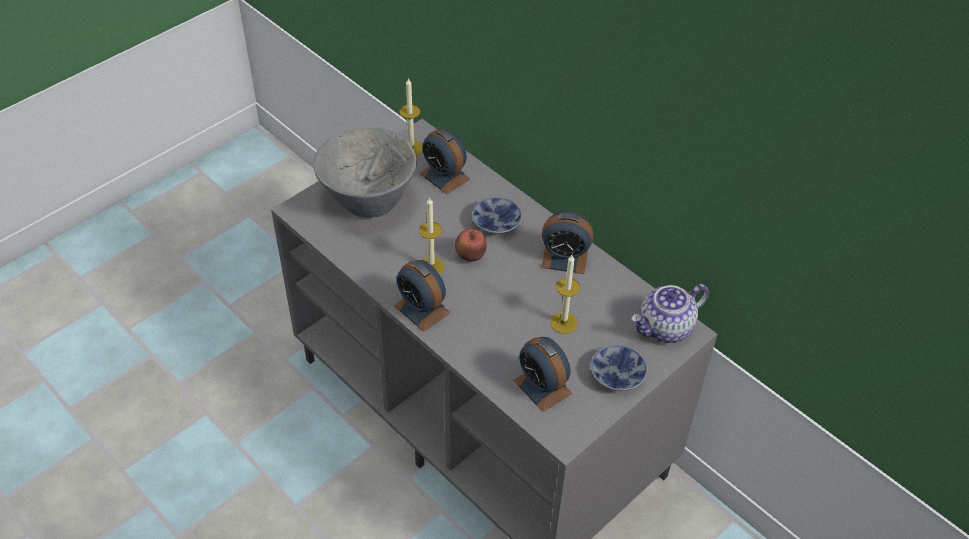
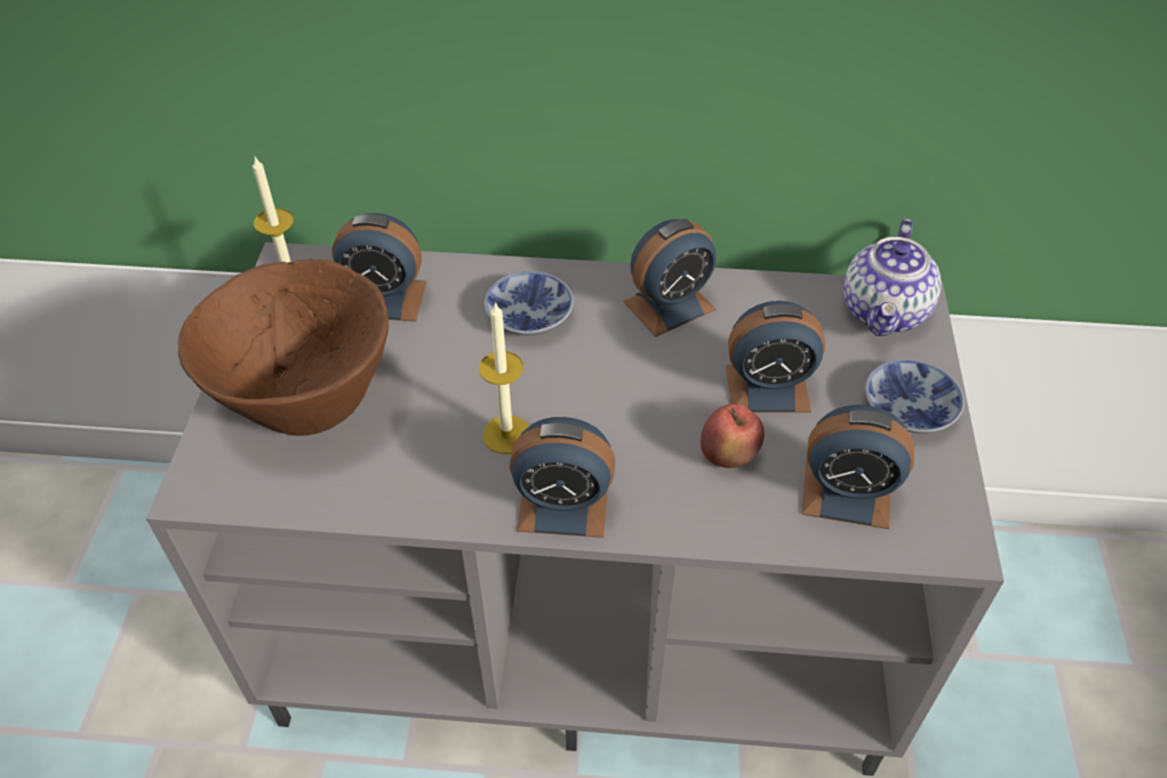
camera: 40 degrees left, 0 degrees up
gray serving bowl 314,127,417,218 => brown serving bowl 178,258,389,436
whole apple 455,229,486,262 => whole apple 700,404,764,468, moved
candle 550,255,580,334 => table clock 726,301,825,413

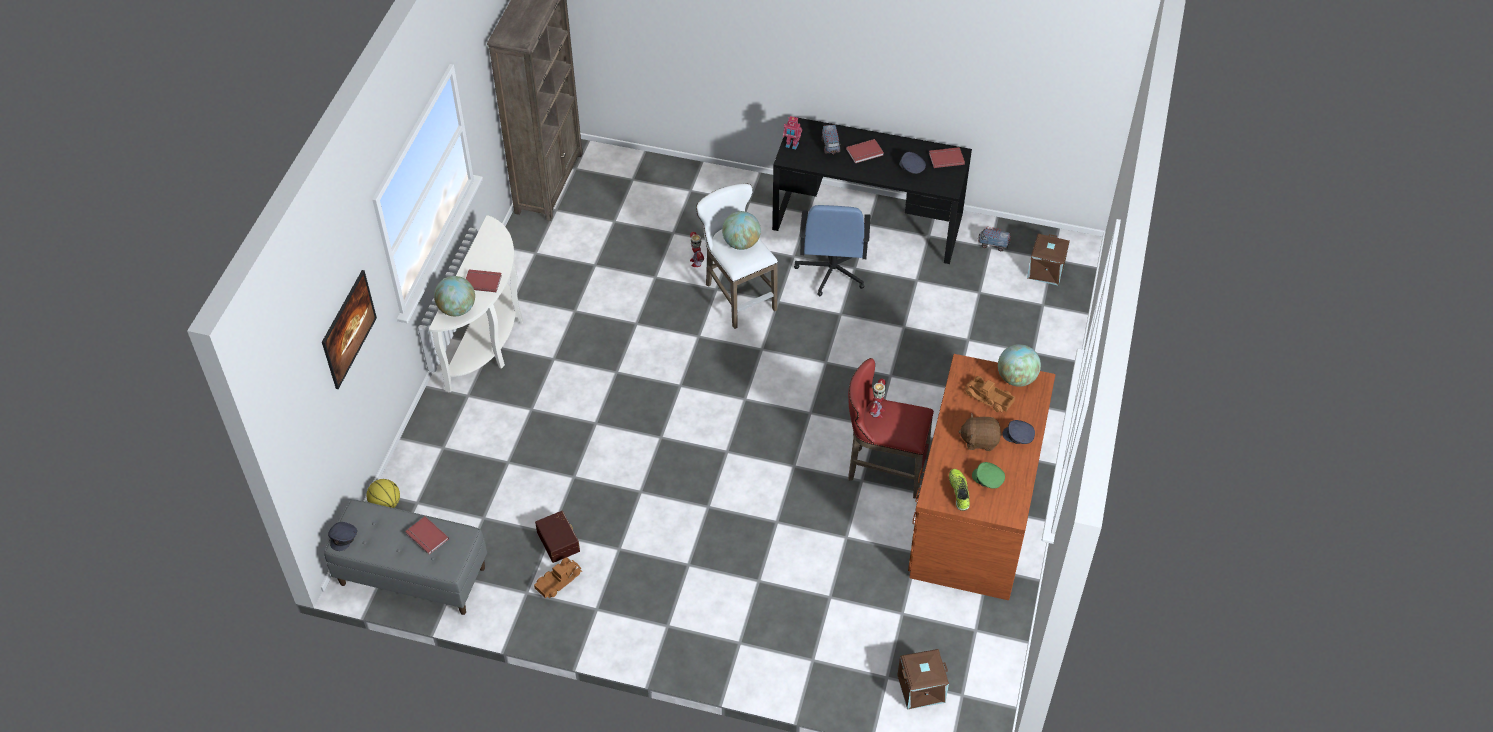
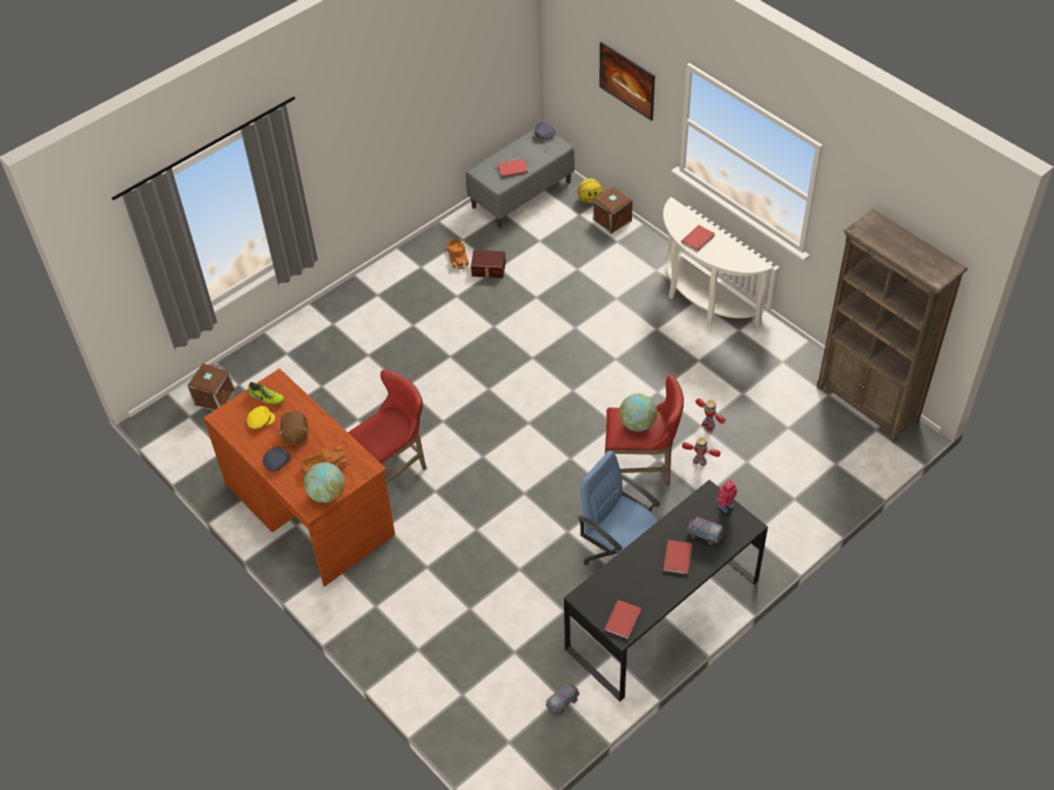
camera: 125 degrees right, 0 degrees up
gray cap 899,152,926,174 => nothing
white sitting stool 696,183,778,329 => red-coloured sitting stool 605,375,684,487
brown storage container 1027,234,1070,286 => brown storage container 593,187,633,234, moved
globe 434,276,475,316 => nothing
robot figure 869,378,886,419 => robot figure 695,399,726,430, moved
brown cuddly toy 958,413,1002,451 => brown cuddly toy 278,411,308,445, 135 degrees clockwise
green-coloured cap 972,462,1005,488 => yellow-coloured cap 247,406,275,429

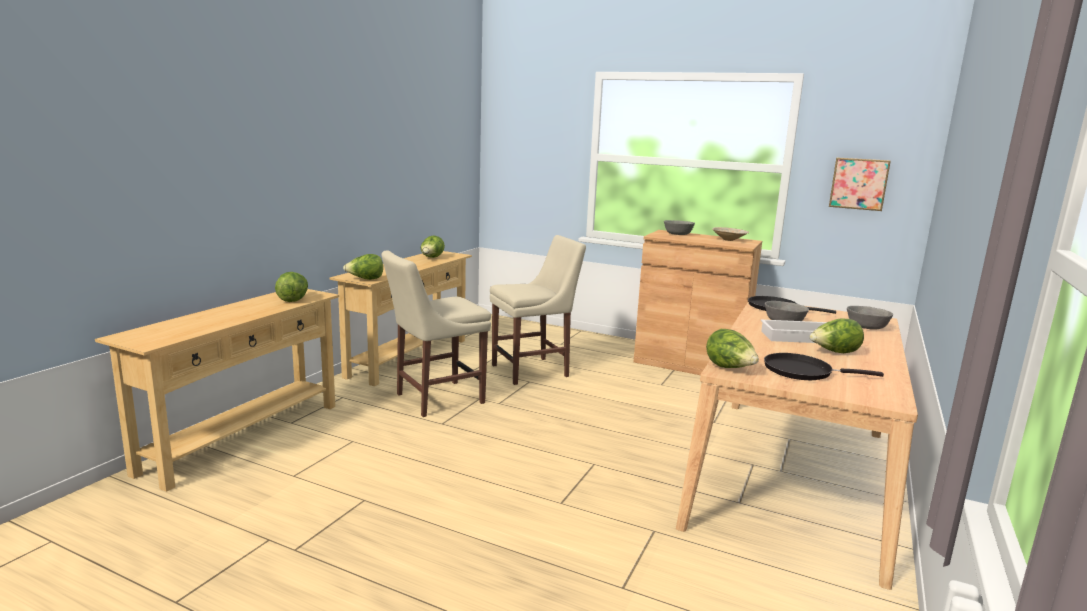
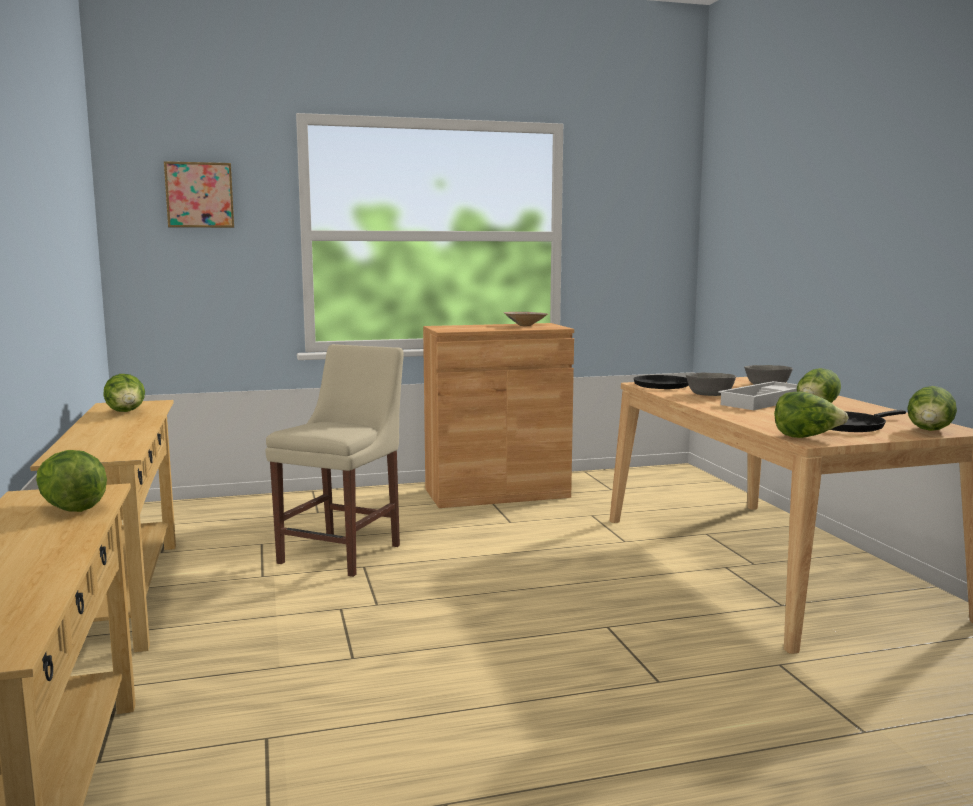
camera: 40 degrees left, 5 degrees down
picture 829,158,891,211 => picture 164,161,234,228, moved
gray serving bowl 664,220,695,235 => nothing
beige upright chair 382,250,491,417 => nothing
lettuce head 343,254,383,280 => lettuce head 907,386,957,431, moved

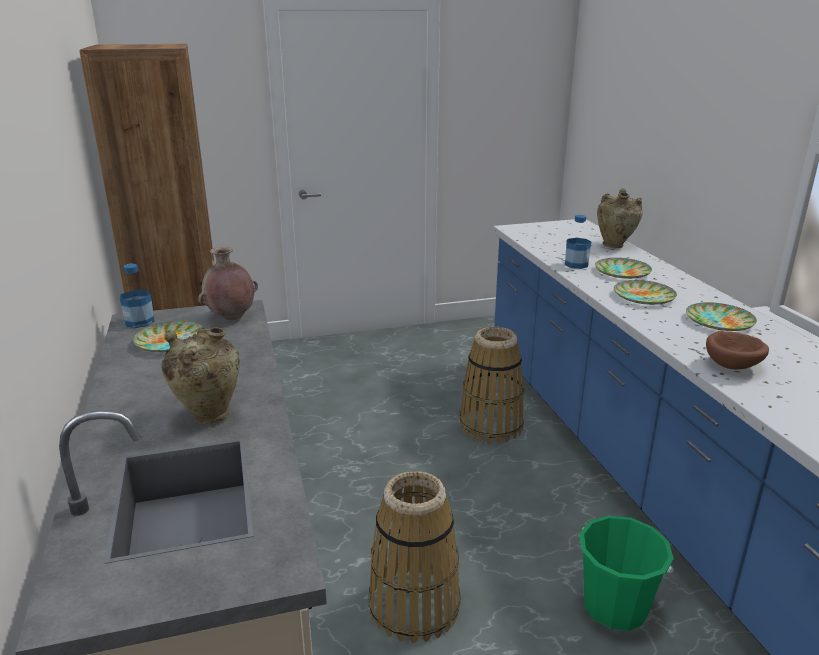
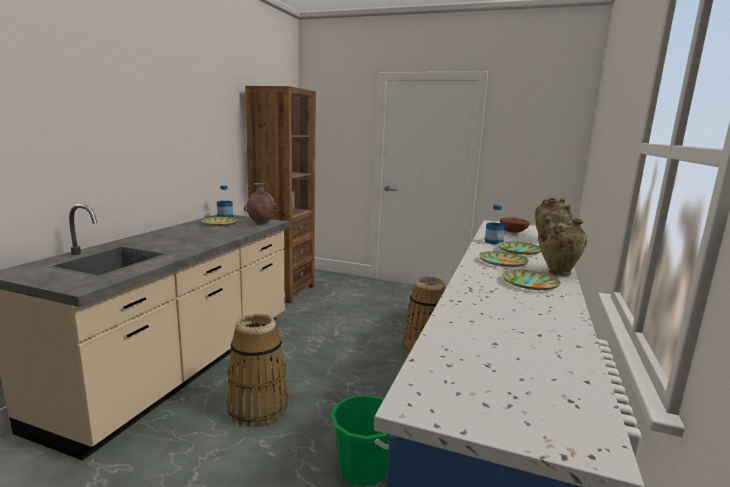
camera: 35 degrees right, 10 degrees down
beige decorative vase 161,327,240,424 => beige decorative vase 538,216,587,276, moved
brown serving bowl 706,331,769,369 => brown serving bowl 500,217,530,233, moved

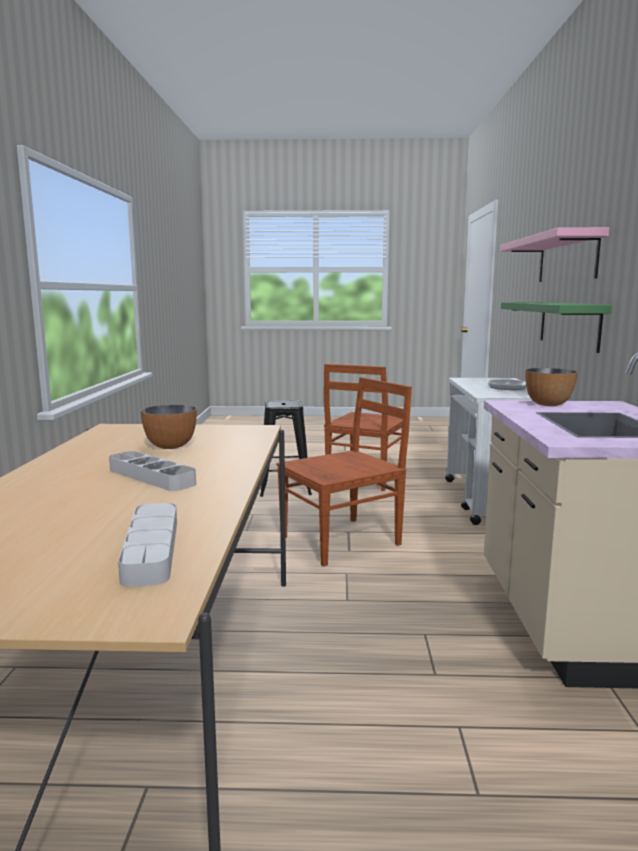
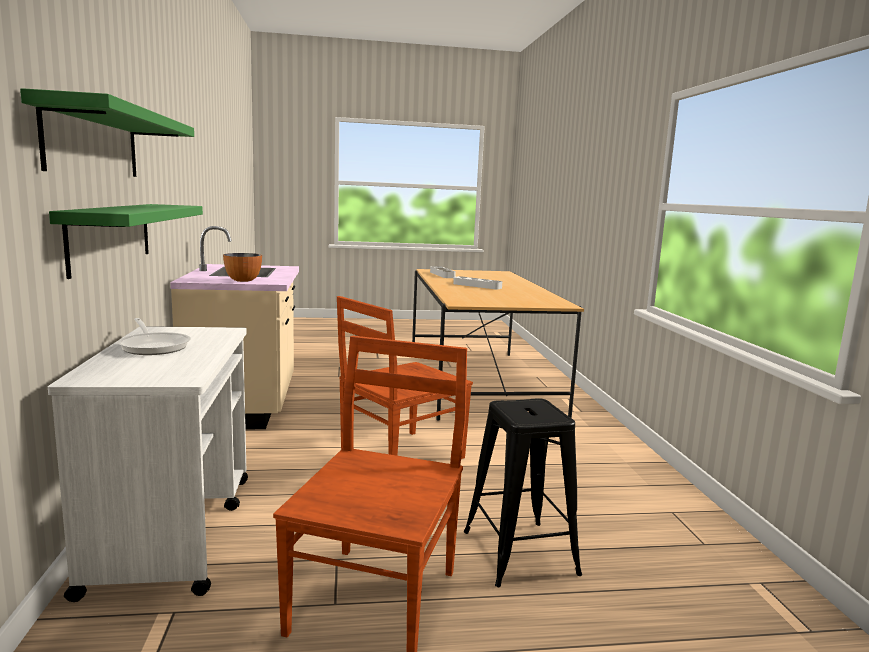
camera: 170 degrees right, 0 degrees up
pink wall shelf 500,227,609,282 => green-coloured wall shelf 20,88,194,177
serving bowl 140,405,197,449 => nothing

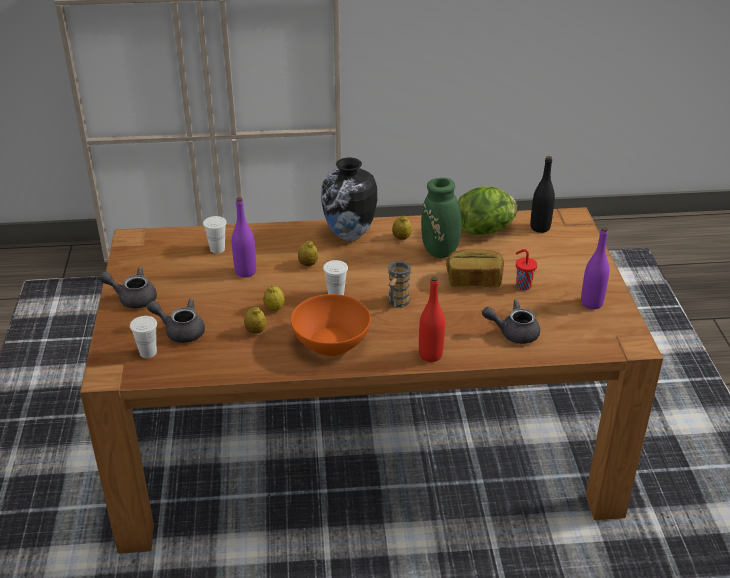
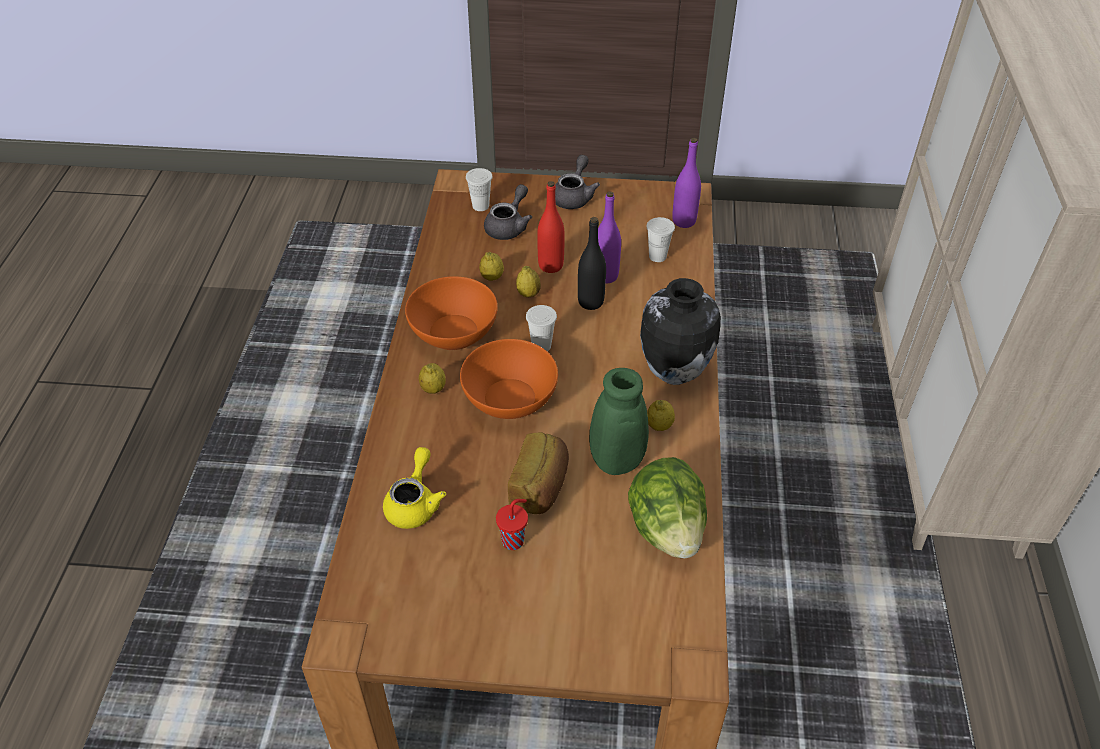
camera: 100 degrees right, 10 degrees up
black-coloured beverage bottle 530,156,555,233 => black-coloured beverage bottle 578,217,606,310, moved
purplish beverage bottle 581,227,609,310 => purplish beverage bottle 672,138,701,228, moved
citrus fruit 298,241,318,267 => citrus fruit 419,363,446,394, moved
coffee mug 387,261,412,308 => orange-coloured serving bowl 460,339,558,419
red-coloured beverage bottle 419,276,445,362 => red-coloured beverage bottle 537,181,565,273, moved
gray teapot 482,299,540,344 => yellow-coloured teapot 383,447,446,529

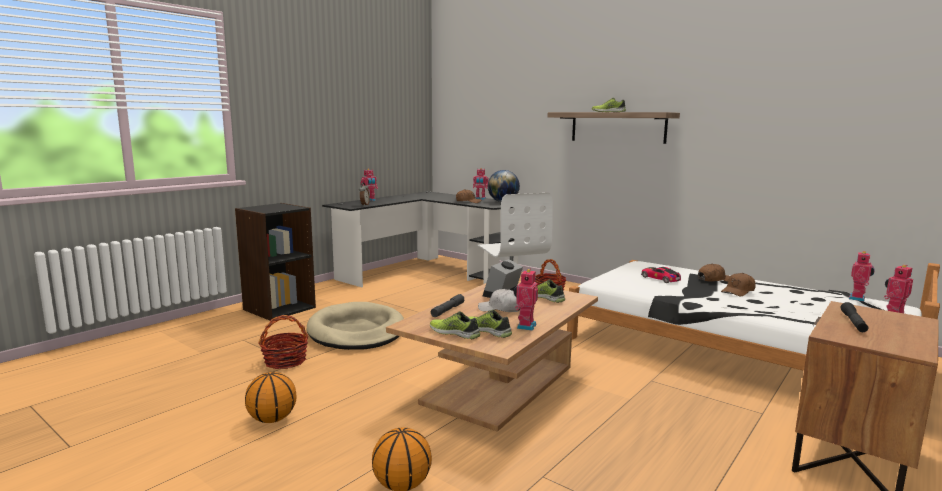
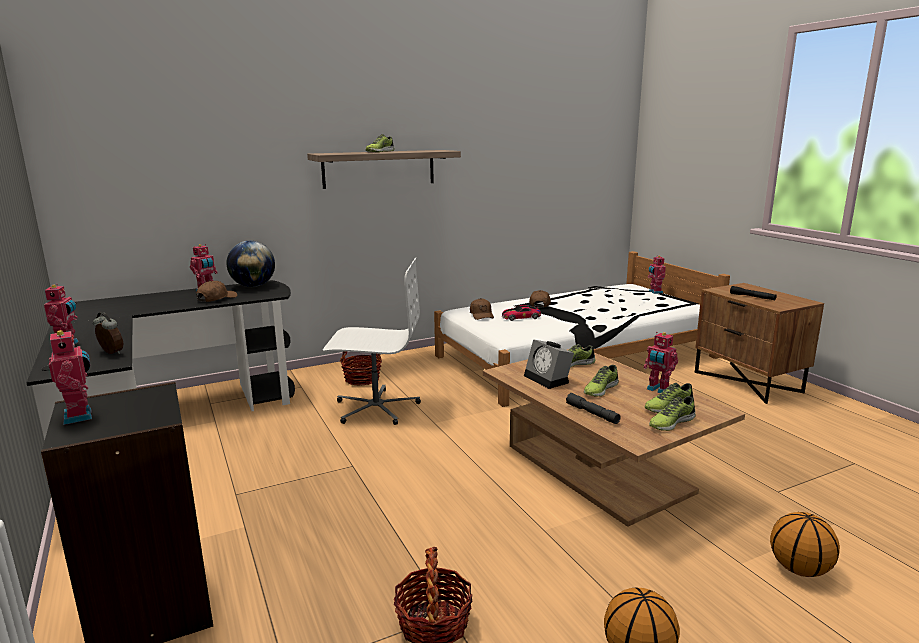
camera: 65 degrees left, 5 degrees up
robot figure 849,251,874,302 => robot figure 49,329,92,425, moved
brown cap 721,273,756,296 => brown cap 470,298,494,320, moved
white cap 478,289,520,312 => low shoe 584,365,619,397
beige dog bed 307,302,404,350 => nothing

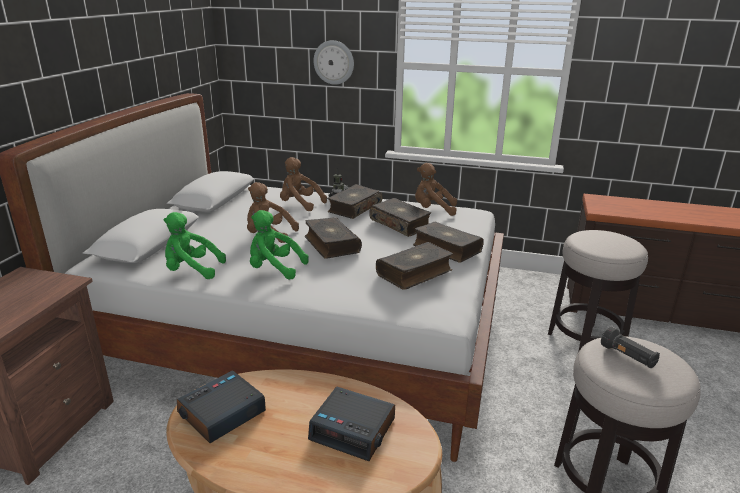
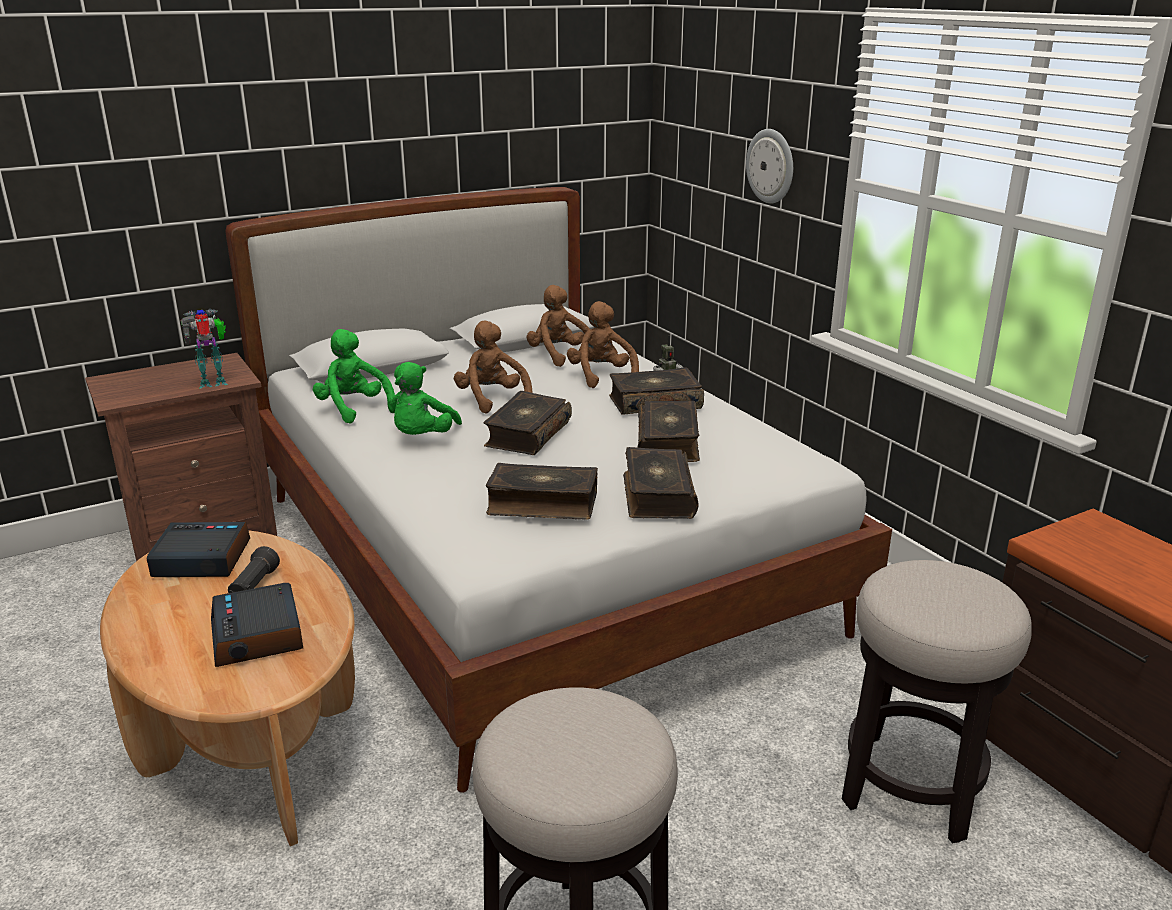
camera: 45 degrees right, 0 degrees up
brown cuddly toy 415,163,457,216 => brown cuddly toy 527,285,590,367, moved
green-coloured cuddly toy 250,210,309,279 => green-coloured cuddly toy 390,362,462,435, 135 degrees counterclockwise
black-coloured torch 601,327,660,368 => black-coloured torch 228,546,280,593, moved
nothing => robot figure 181,309,228,388

